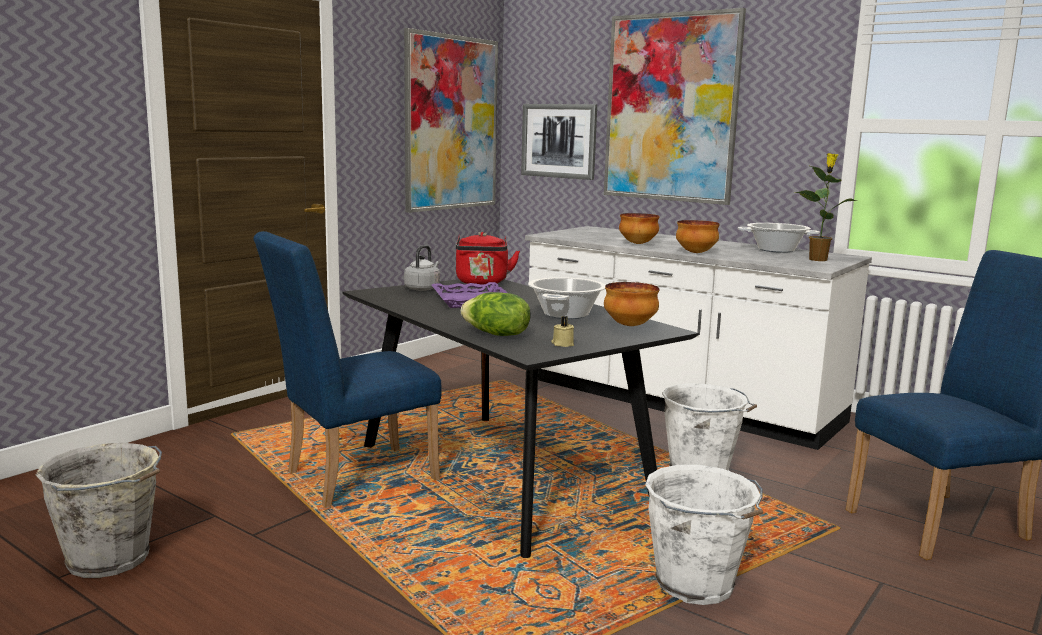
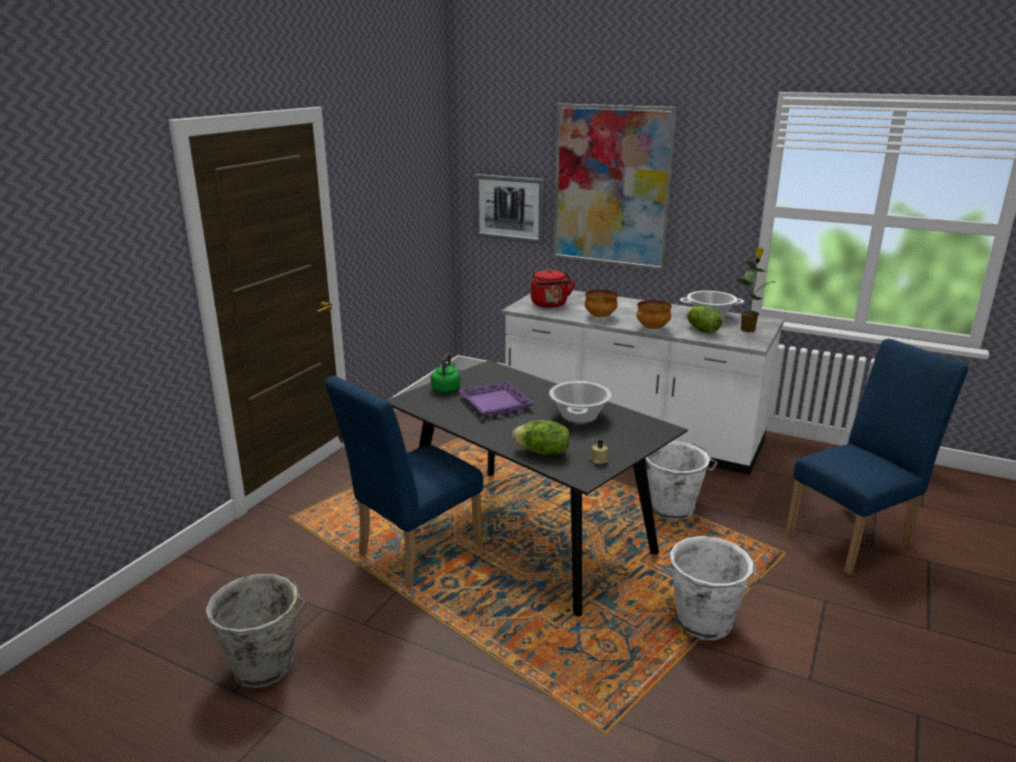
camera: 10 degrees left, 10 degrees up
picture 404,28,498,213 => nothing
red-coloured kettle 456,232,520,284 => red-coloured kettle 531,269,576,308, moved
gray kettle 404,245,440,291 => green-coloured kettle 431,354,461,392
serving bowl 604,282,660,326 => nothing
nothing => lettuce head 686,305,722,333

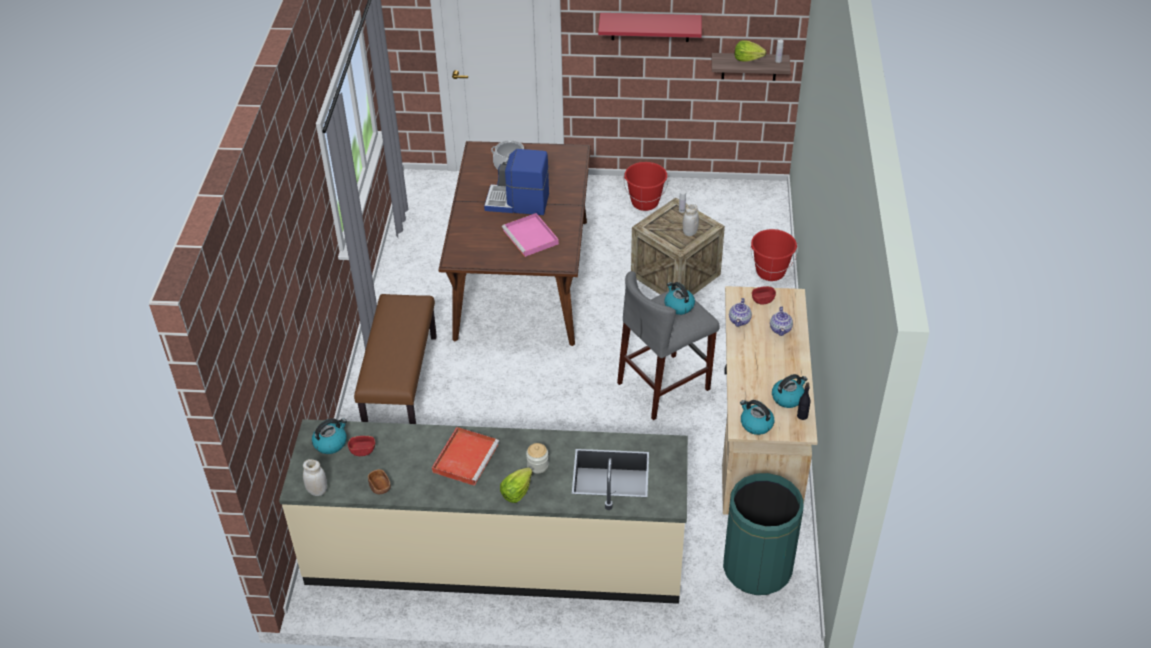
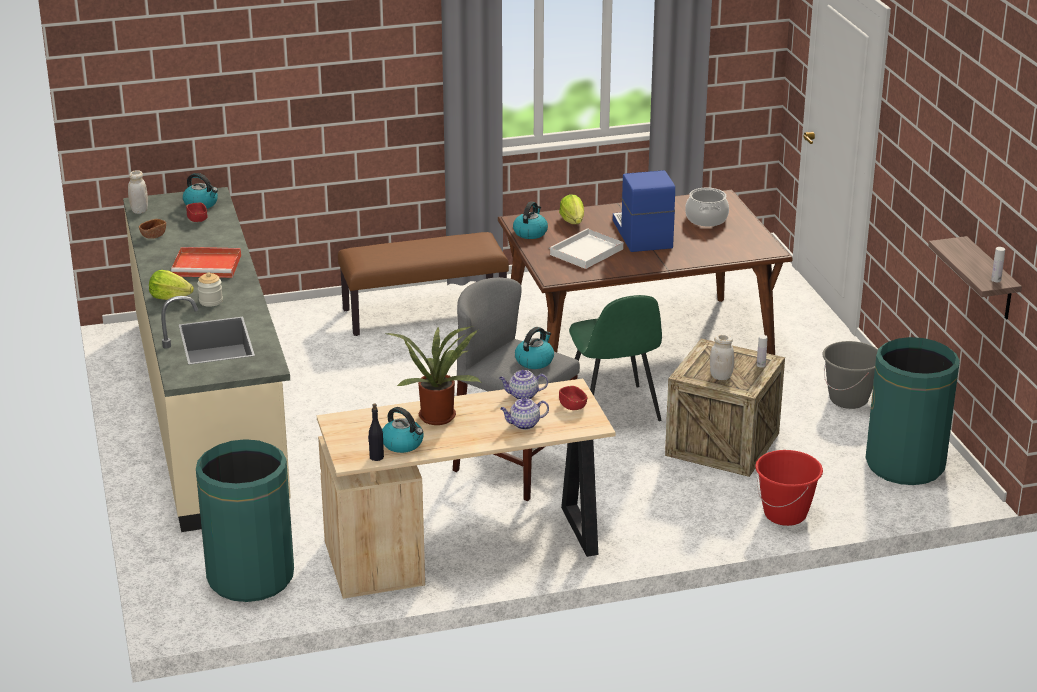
camera: 70 degrees right, 15 degrees down
red-coloured wall shelf 598,13,702,42 => nothing
lettuce head 735,40,766,62 => lettuce head 559,194,584,224, moved
red-coloured water bucket 624,162,668,211 => gray water bucket 822,341,878,409
pink carrying tray 502,213,559,257 => white carrying tray 549,228,623,269
kettle 740,400,774,435 => kettle 513,201,548,239, moved
nothing => green-coloured upright chair 569,295,662,421
nothing => plant in a pot 384,326,481,425
nothing => green-coloured rubbish bin 865,337,960,485

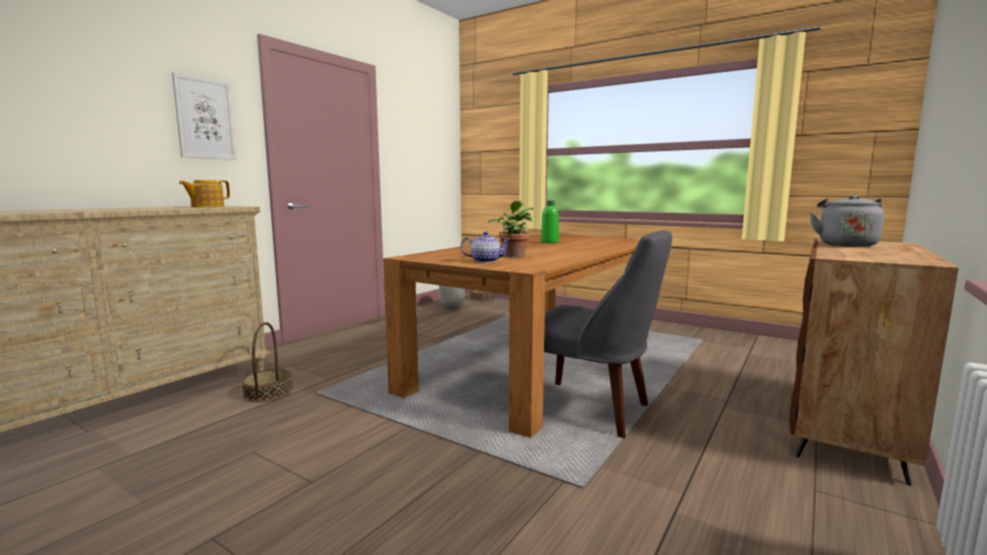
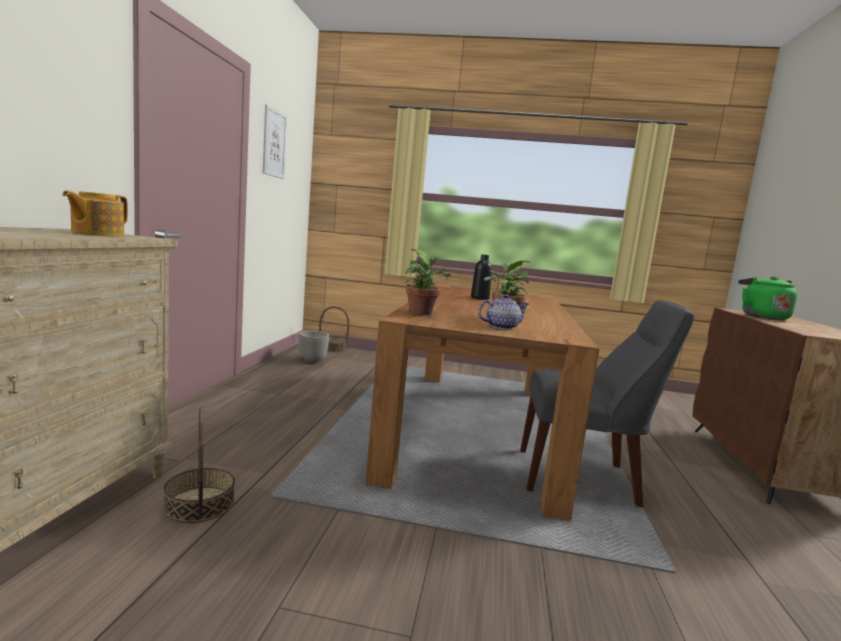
camera: 25 degrees left, 0 degrees up
picture 172,72,237,160 => picture 263,104,287,179, moved
gray kettle 810,195,884,247 => green-coloured kettle 738,276,797,320
green-coloured beverage bottle 541,200,559,243 => black-coloured beverage bottle 471,254,492,300
nothing => plant in a pot 404,249,452,315

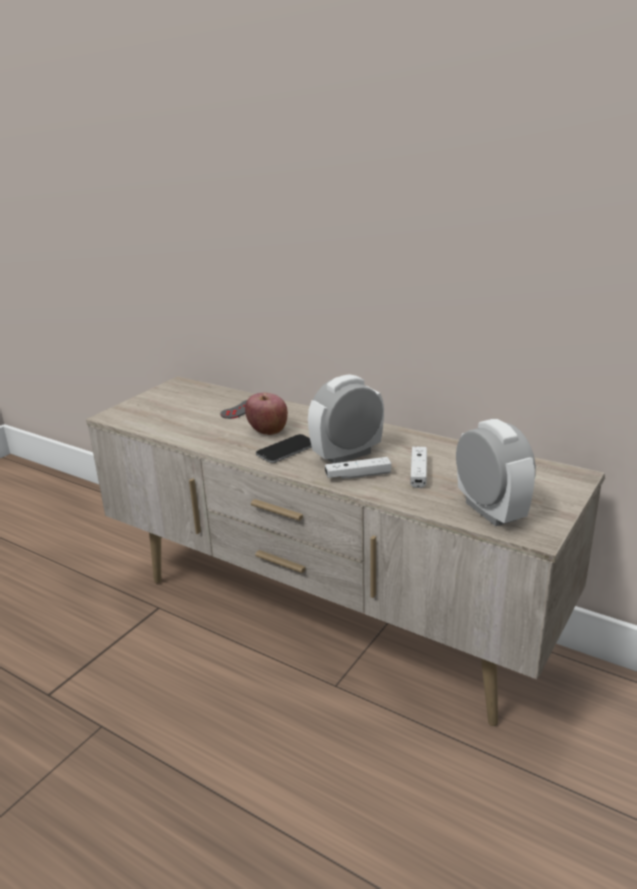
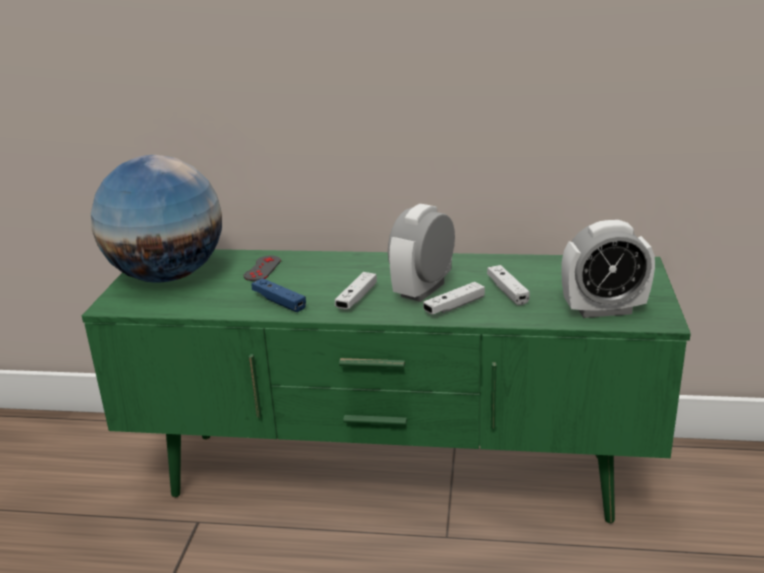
camera: 25 degrees left, 0 degrees up
beige tv unit 86,376,605,726 => green-coloured tv unit 82,249,691,523
whole apple 245,393,288,435 => nothing
table clock 456,419,536,526 => table clock 561,220,655,318, 135 degrees clockwise
handset 256,434,312,463 => white game controller 335,272,377,309
nothing => globe 91,155,222,283
nothing => blue-coloured game controller 251,278,306,312

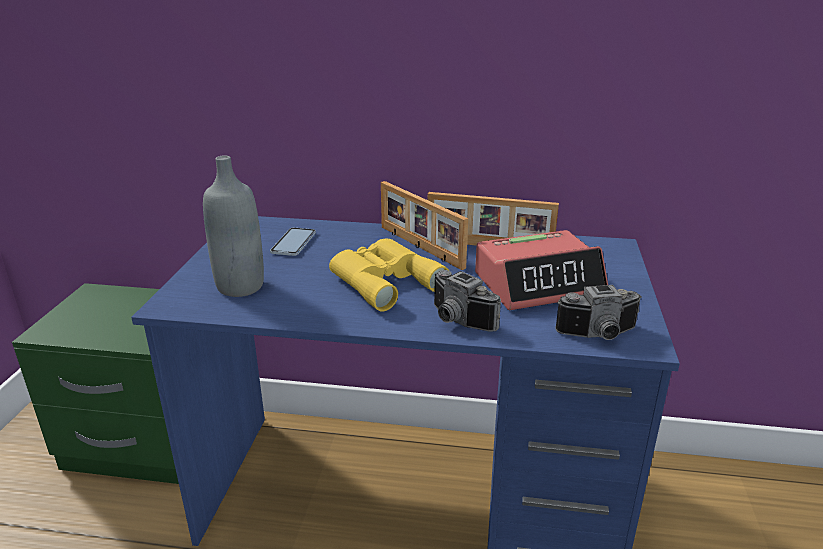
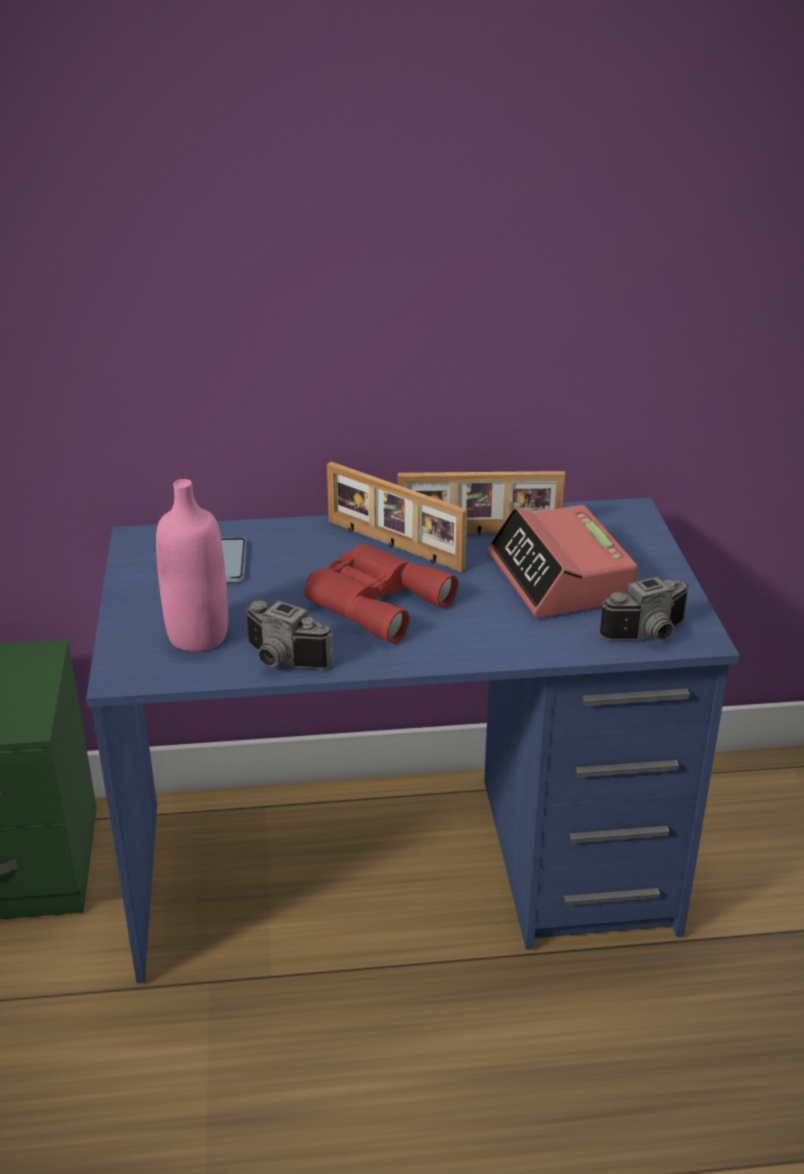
camera: 15 degrees left, 5 degrees up
gray beverage bottle 203,156,264,297 => pink beverage bottle 156,479,228,651
table clock 475,230,608,310 => table clock 488,505,638,618, 105 degrees clockwise
yellow-coloured binoculars 329,239,449,312 => red-coloured binoculars 304,544,458,643
still camera 434,270,501,332 => still camera 246,600,333,669, moved

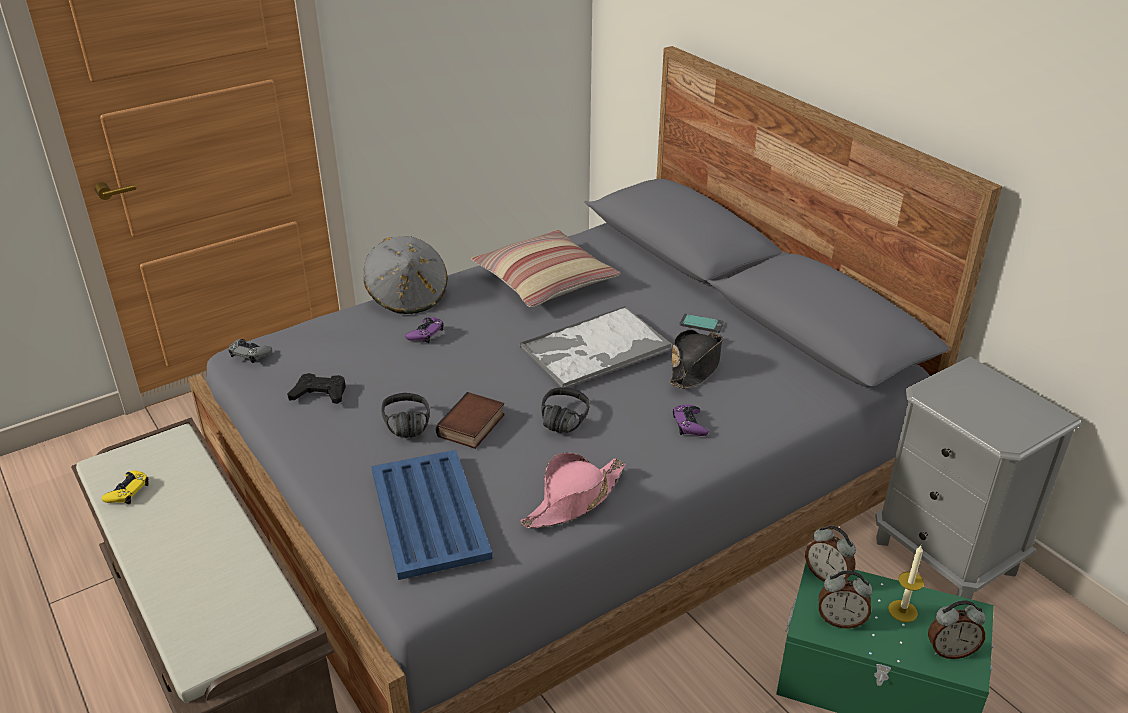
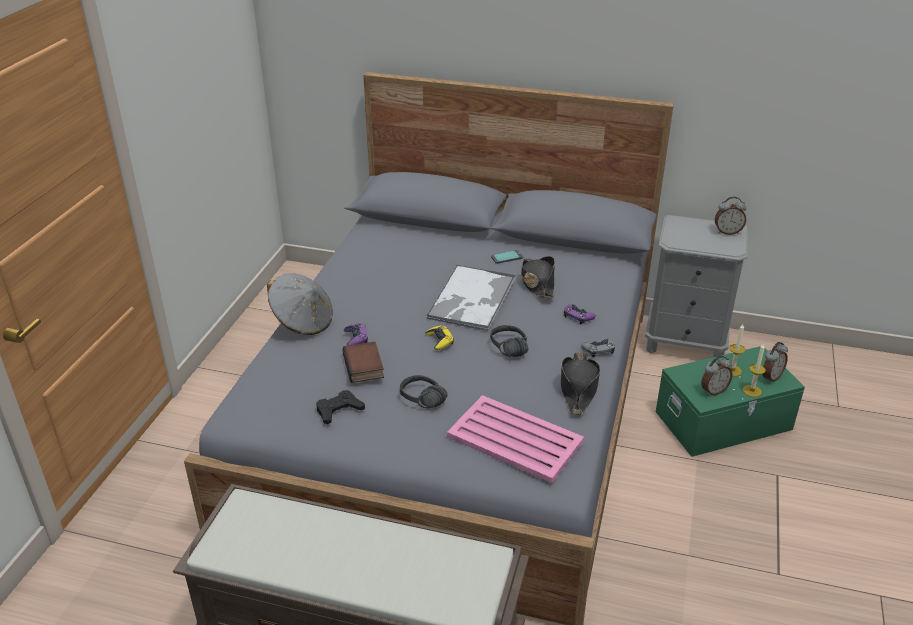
camera: 40 degrees left, 0 degrees up
pillow 471,230,621,308 => nothing
gray game controller 228,339,272,363 => gray game controller 581,338,615,357, moved
volume 436,392,505,449 => volume 343,342,384,383, moved
blue-coloured carrying tray 371,450,492,580 => pink carrying tray 447,395,584,483
pink clothing hat 520,453,626,528 => black-coloured clothing hat 561,352,600,415
yellow-coloured game controller 102,470,149,504 => yellow-coloured game controller 426,325,454,350, moved
table clock 805,526,856,582 => table clock 715,197,746,235, moved
nothing => candle 743,344,766,397

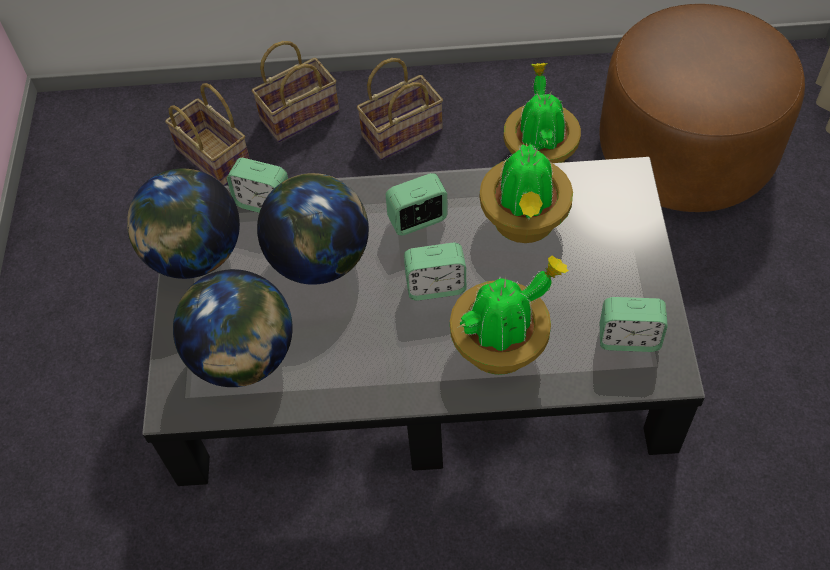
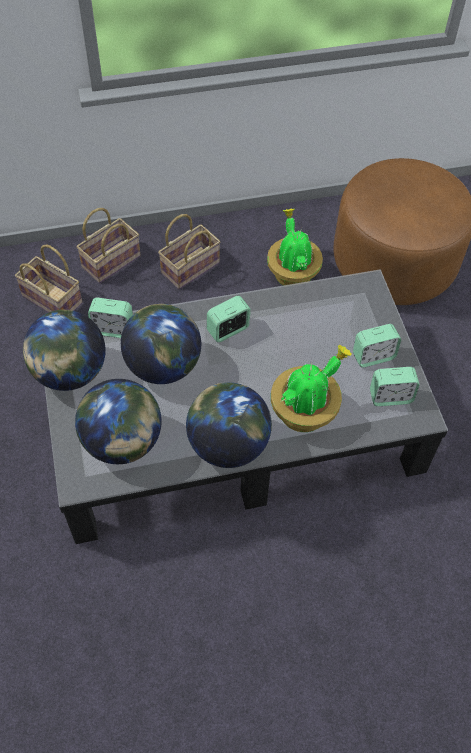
camera: 15 degrees left, 0 degrees up
plant in a pot 480,141,573,243 => nothing
table clock 404,243,466,301 => table clock 353,324,401,367, moved
nothing => globe 186,382,272,468

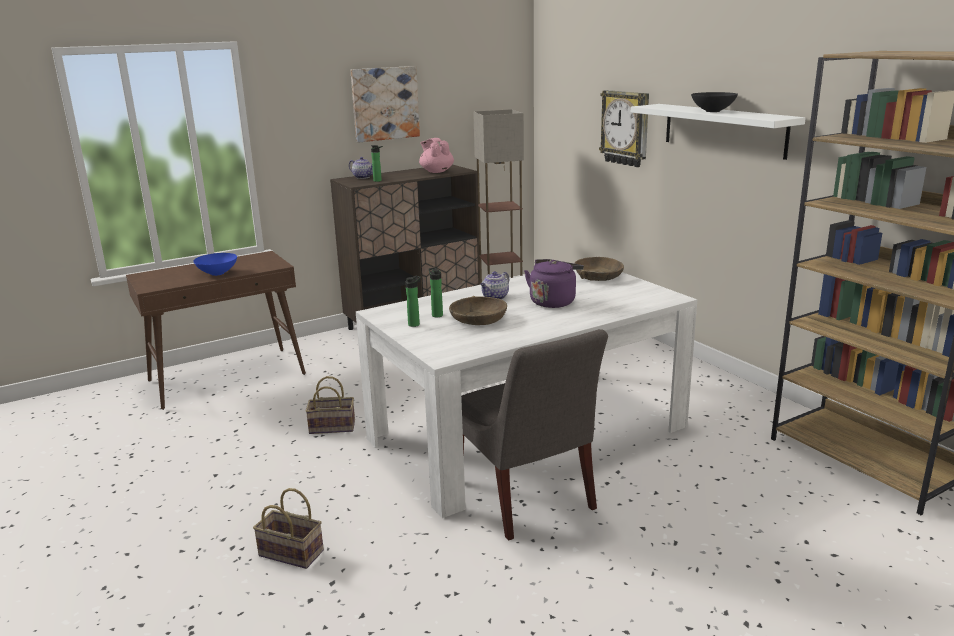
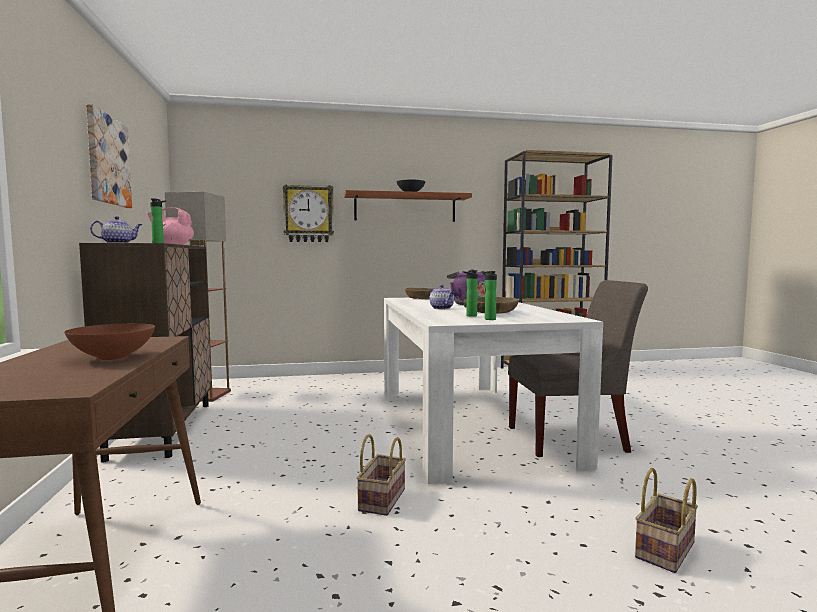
camera: 70 degrees left, 15 degrees down
white wall shelf 631,104,806,160 => brown wall shelf 344,190,472,222
blue-coloured serving bowl 193,253,237,276 => brown serving bowl 64,323,155,360

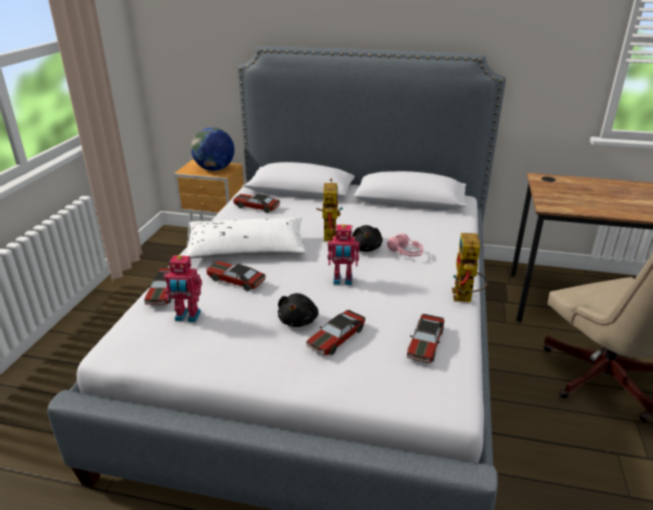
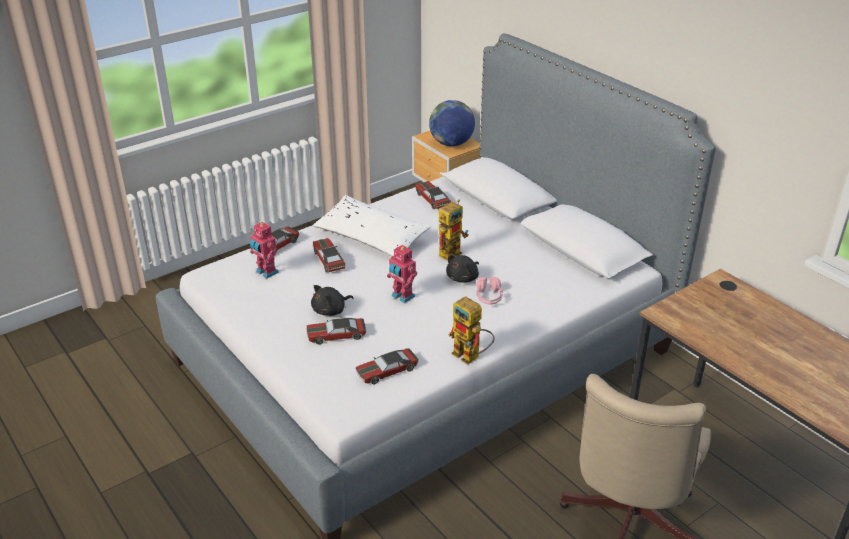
camera: 40 degrees right, 5 degrees up
robot figure 452,233,488,302 => robot figure 448,296,494,365, 90 degrees counterclockwise

